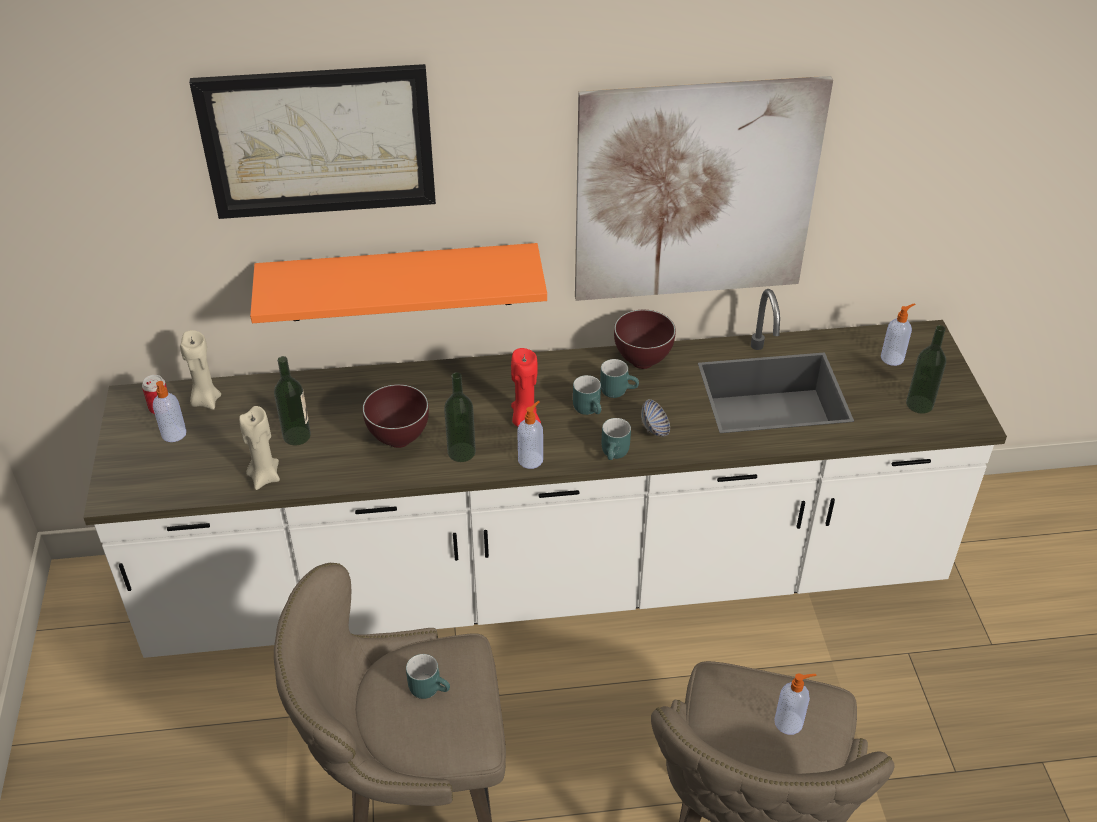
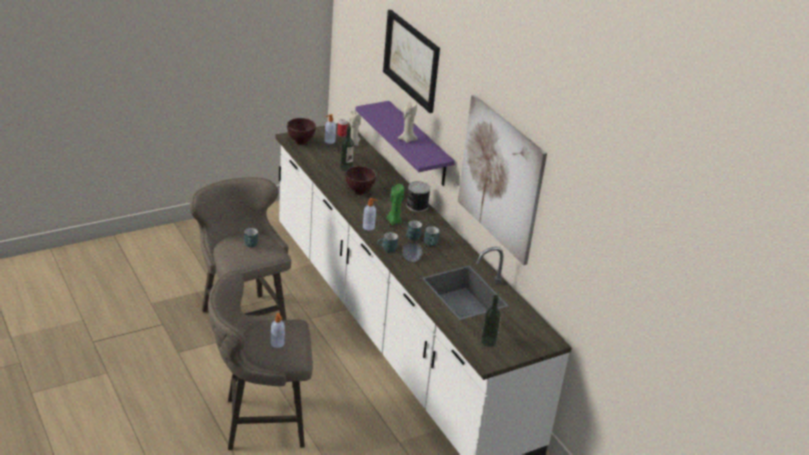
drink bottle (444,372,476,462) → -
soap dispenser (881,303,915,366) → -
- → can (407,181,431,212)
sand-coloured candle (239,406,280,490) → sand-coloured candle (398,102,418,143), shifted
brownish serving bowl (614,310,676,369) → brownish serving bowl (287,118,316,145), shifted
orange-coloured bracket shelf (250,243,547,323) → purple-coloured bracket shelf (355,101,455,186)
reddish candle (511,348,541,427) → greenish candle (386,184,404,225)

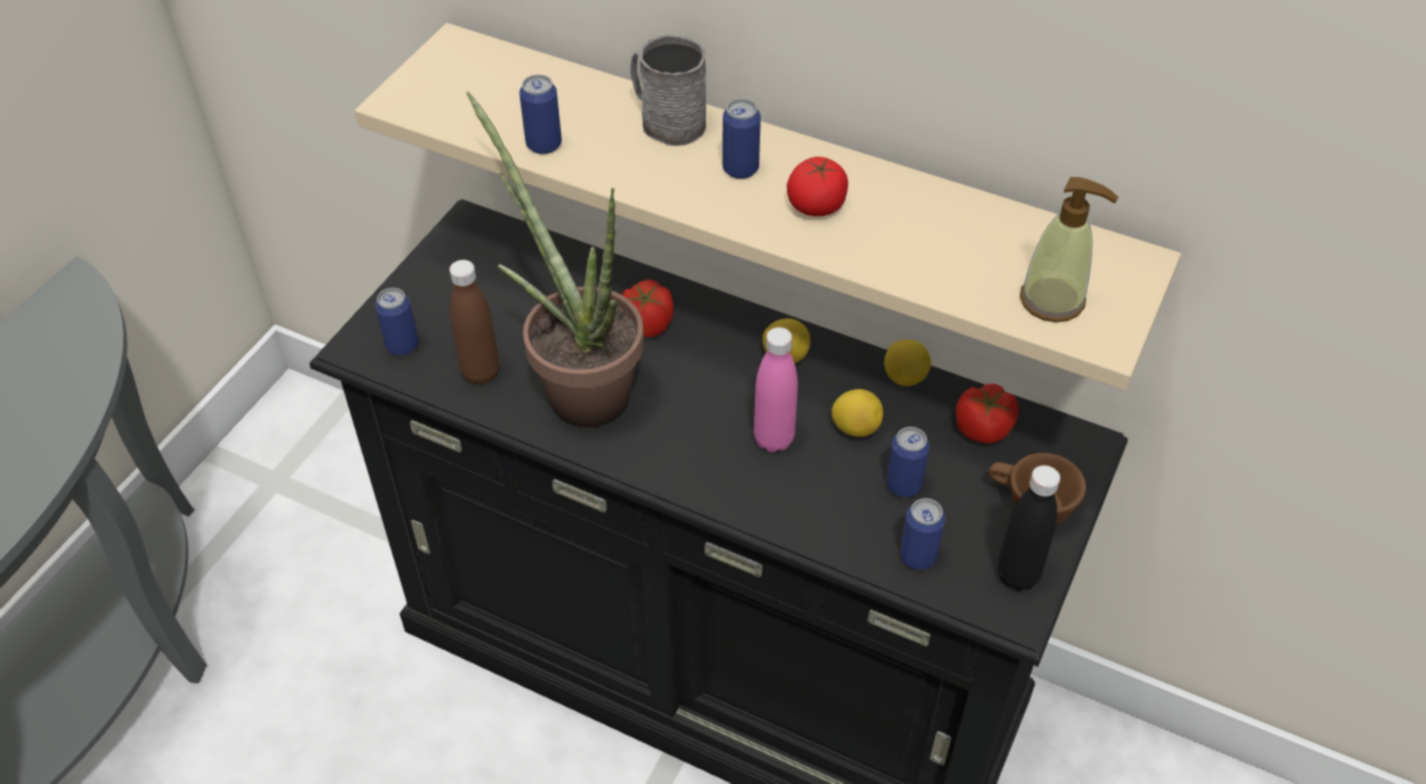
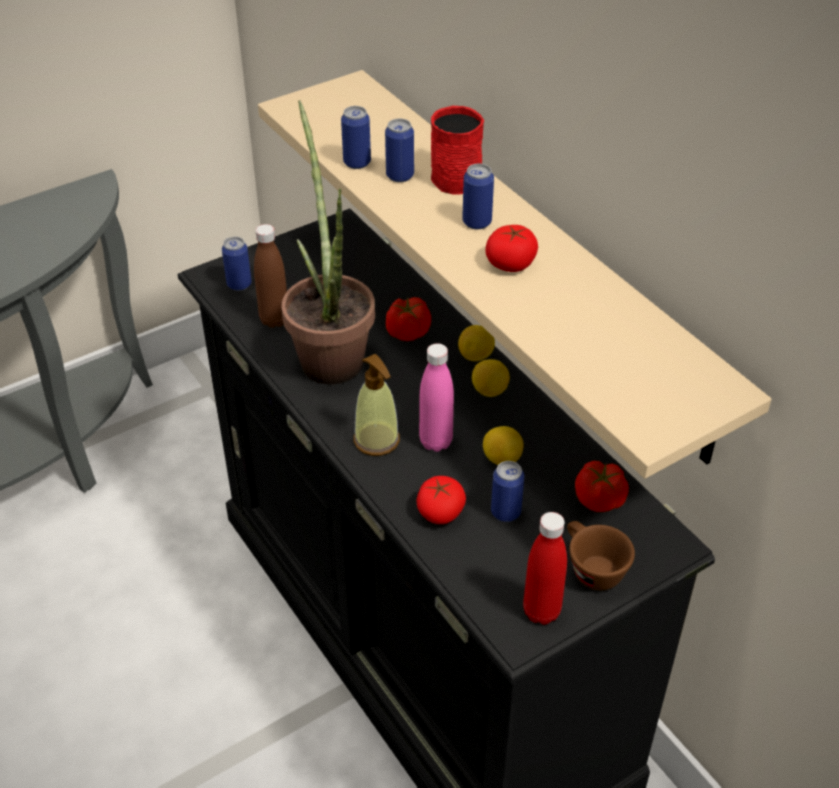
- → tomato (416,476,466,524)
whole lemon (884,340,931,386) → whole lemon (458,325,495,361), shifted
can (900,498,945,570) → can (385,118,414,182), shifted
soap dispenser (1020,177,1118,322) → soap dispenser (353,354,400,456), shifted
grey tea mug (630,34,706,146) → reddish tea mug (431,106,484,195)
black drink bottle (997,465,1060,591) → reddish drink bottle (523,512,567,625)

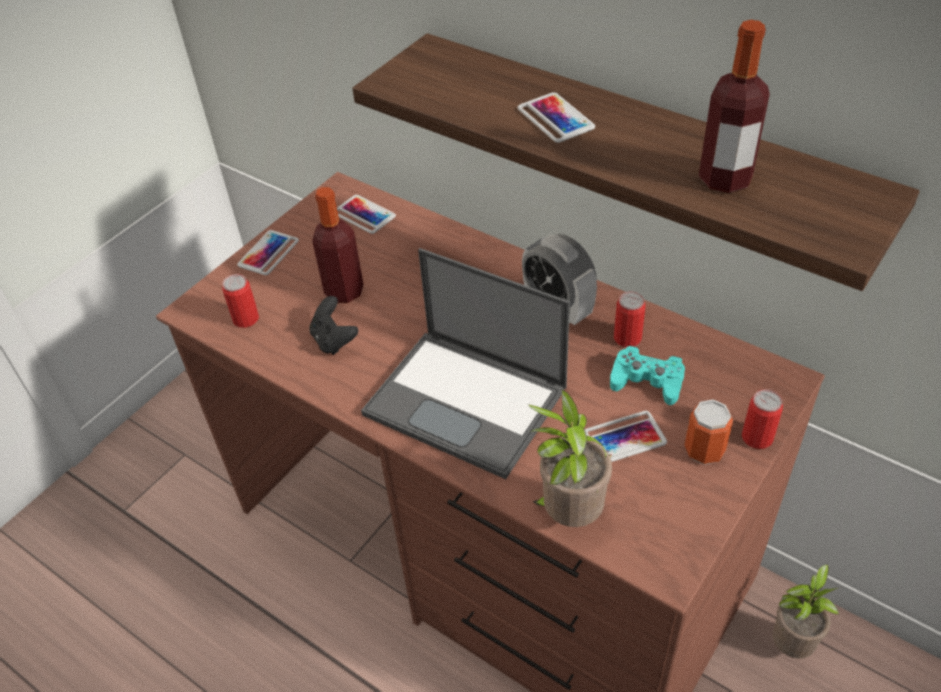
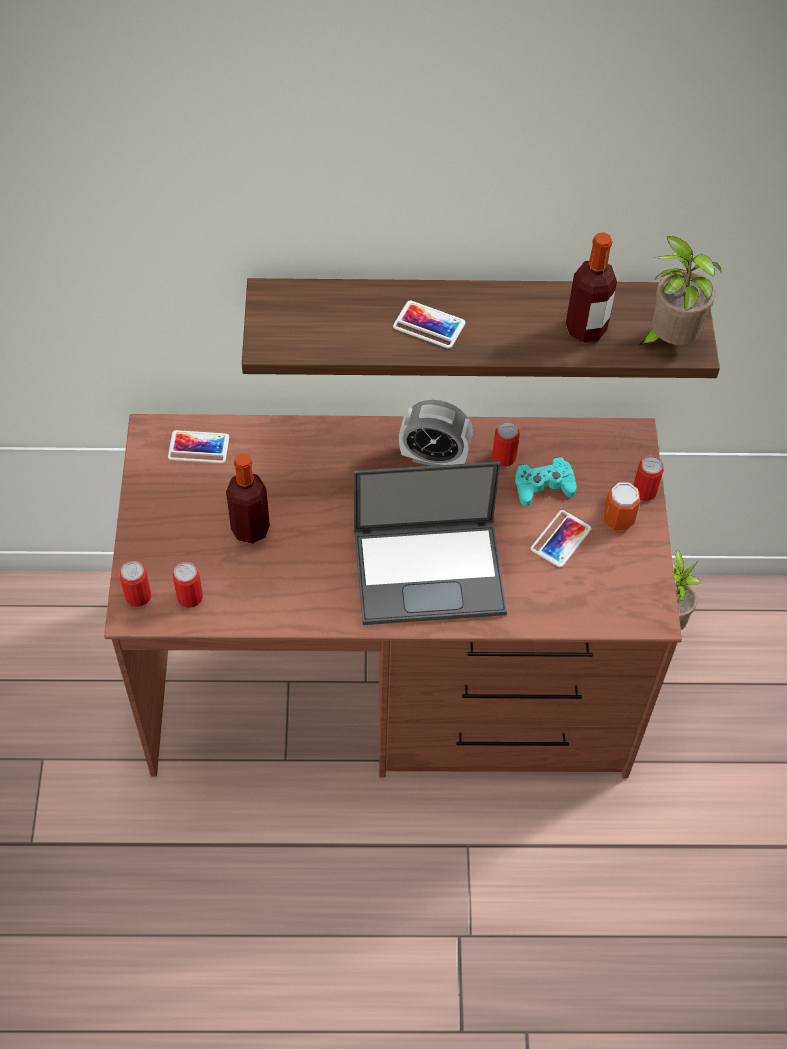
phone (237,230,299,275) → -
black gamepad (310,296,358,355) → -
- → can (120,561,151,607)
plant in a pot (528,389,612,527) → plant in a pot (639,236,721,345), shifted

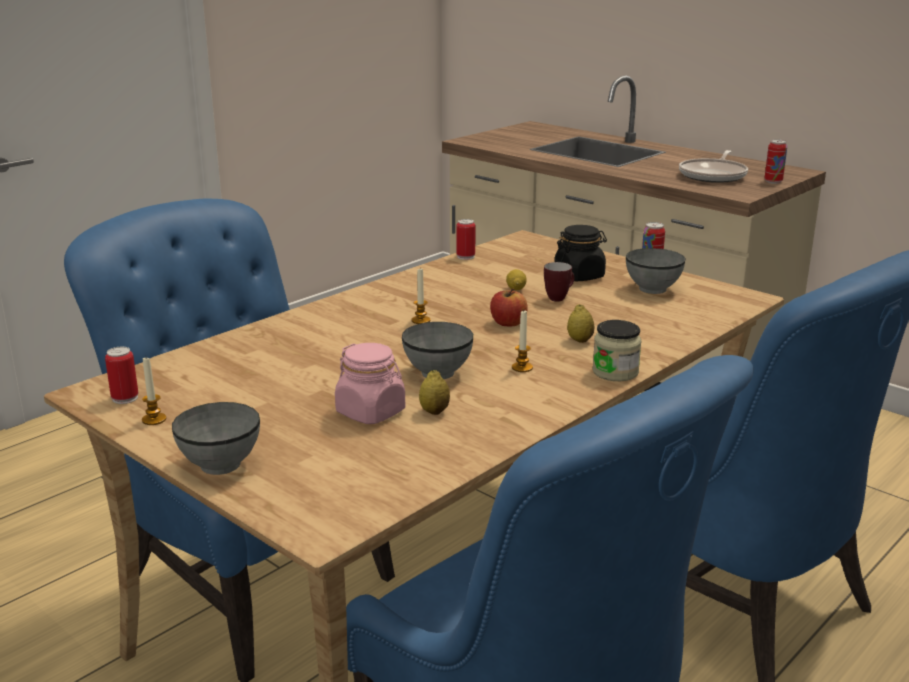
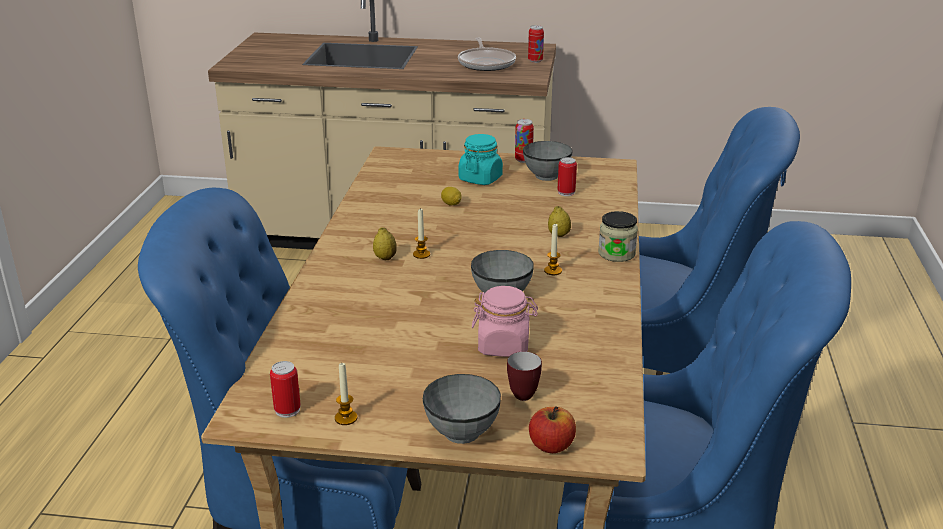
whole lemon (419,370,450,415) → whole lemon (373,228,397,260), shifted
can (456,219,476,260) → can (557,157,577,196), shifted
apple fruit (490,288,528,326) → apple fruit (529,406,576,453), shifted
tea mug (544,262,574,302) → tea mug (507,352,542,401), shifted
black storage jar (554,225,607,281) → turquoise storage jar (459,134,503,185)

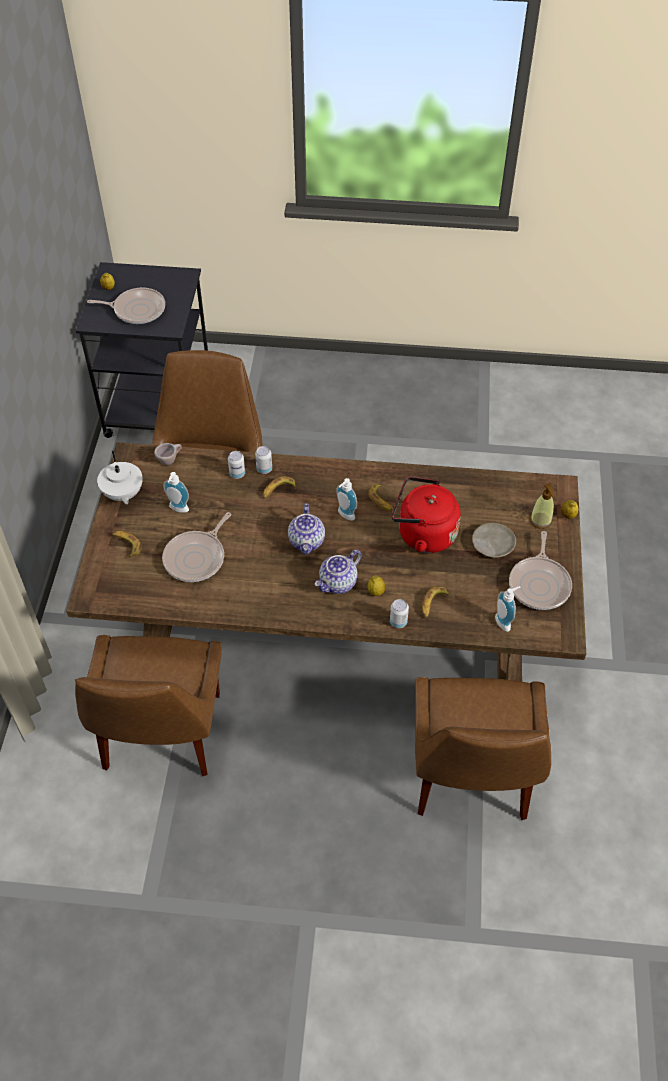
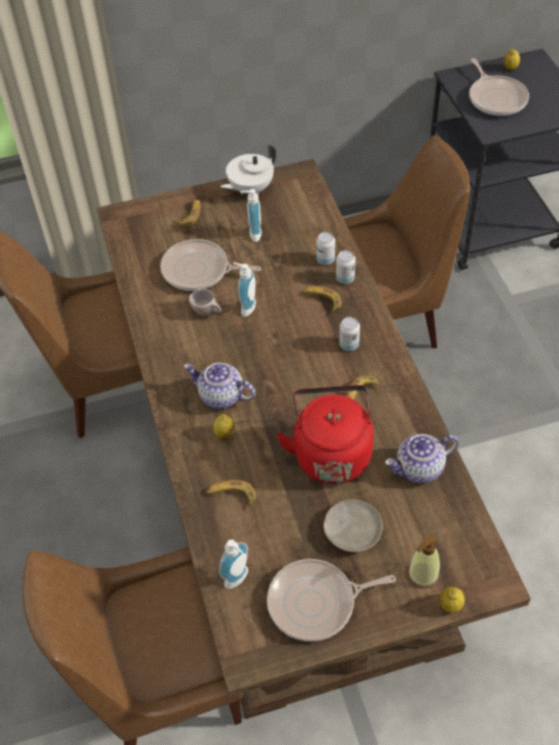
sand-coloured drinking cup (154,443,182,465) → sand-coloured drinking cup (189,289,221,316), shifted
pot for tea (288,503,325,555) → pot for tea (385,434,458,483), shifted
soap dispenser (336,478,357,521) → soap dispenser (233,262,256,317), shifted
can (390,599,409,628) → can (339,317,360,351), shifted

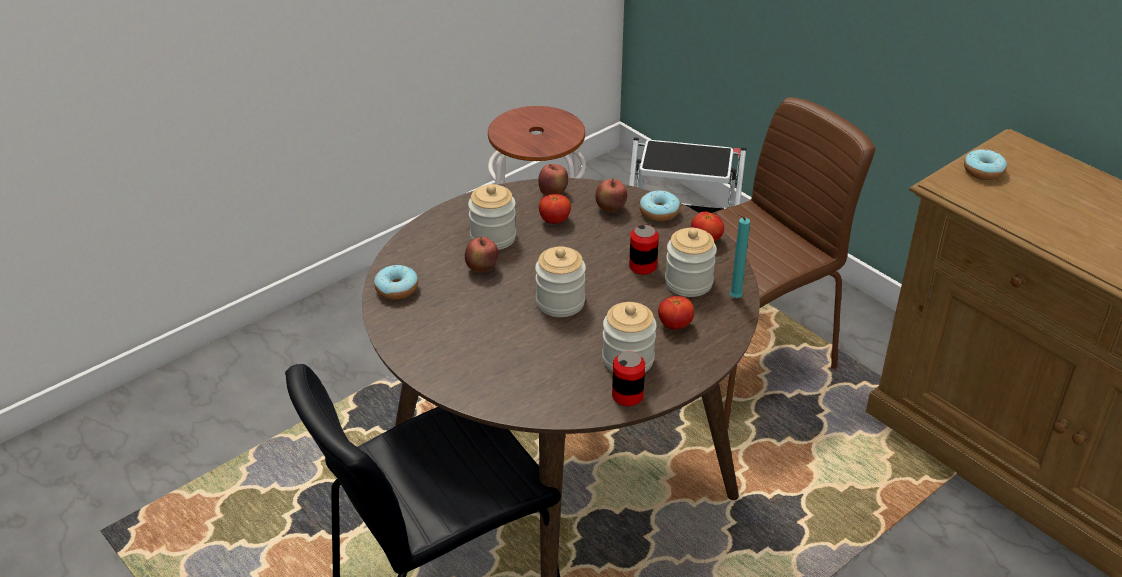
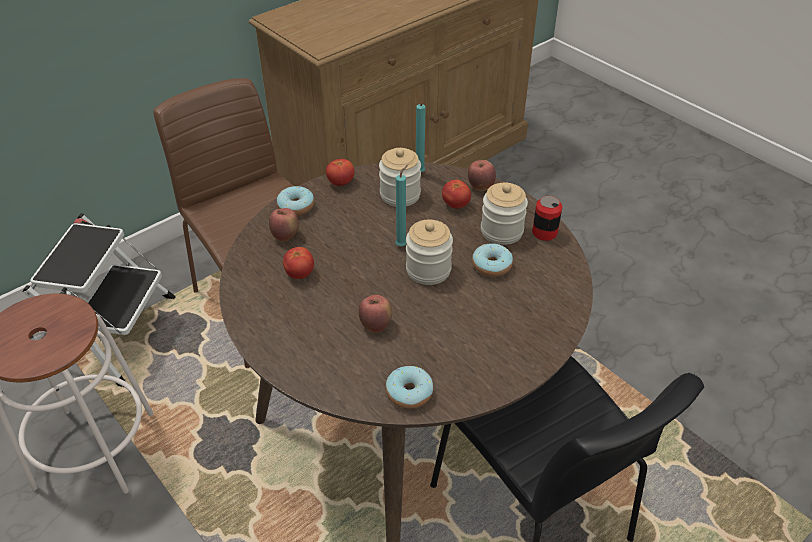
storage jar (468,184,516,250) → -
can (629,225,659,275) → -
- → turquoise candle (395,164,408,246)
apple fruit (538,164,568,196) → apple fruit (468,160,496,191), shifted
donut (964,149,1007,180) → donut (472,244,513,277), shifted

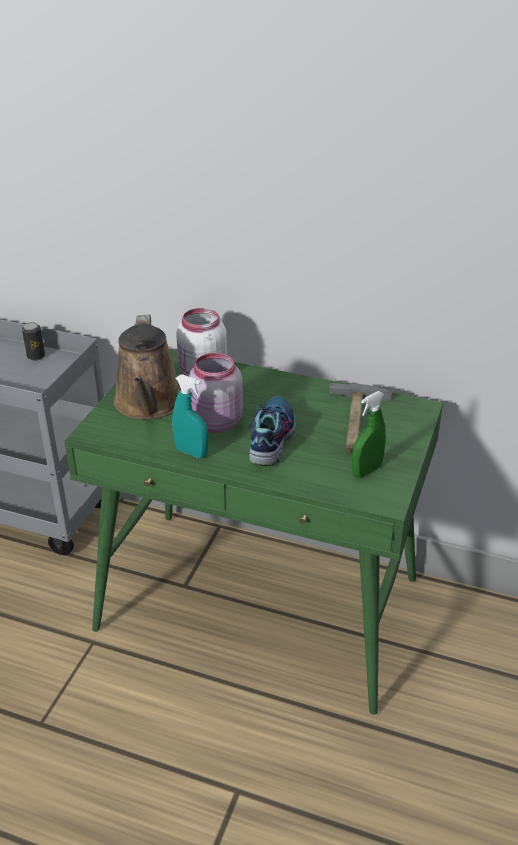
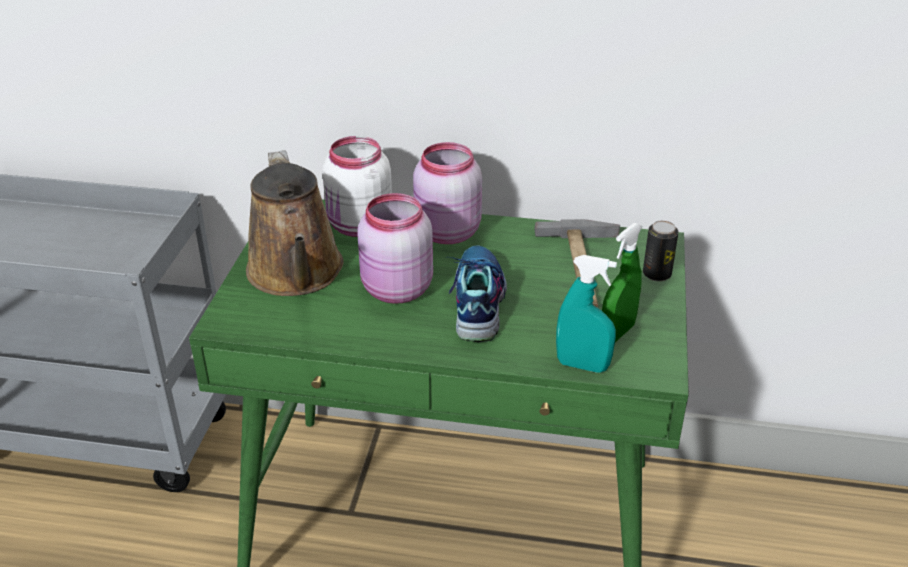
- → pink storage jar (413,142,482,244)
can (22,322,45,361) → can (643,220,678,281), shifted
turquoise sprayer (172,374,208,458) → turquoise sprayer (556,255,617,373), shifted

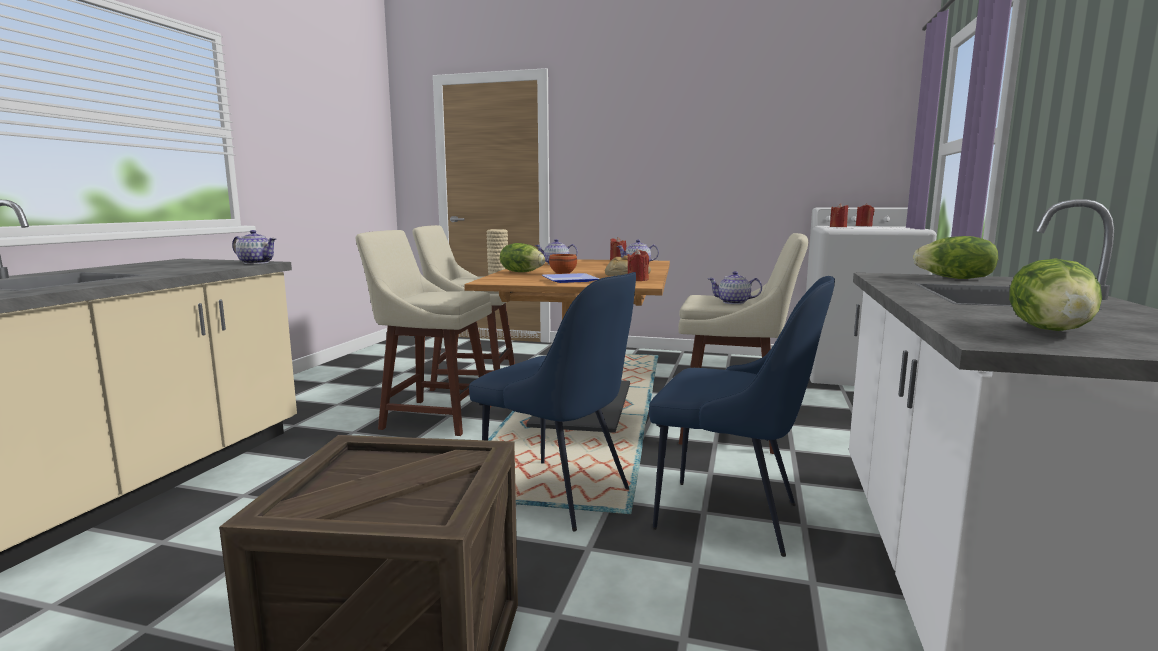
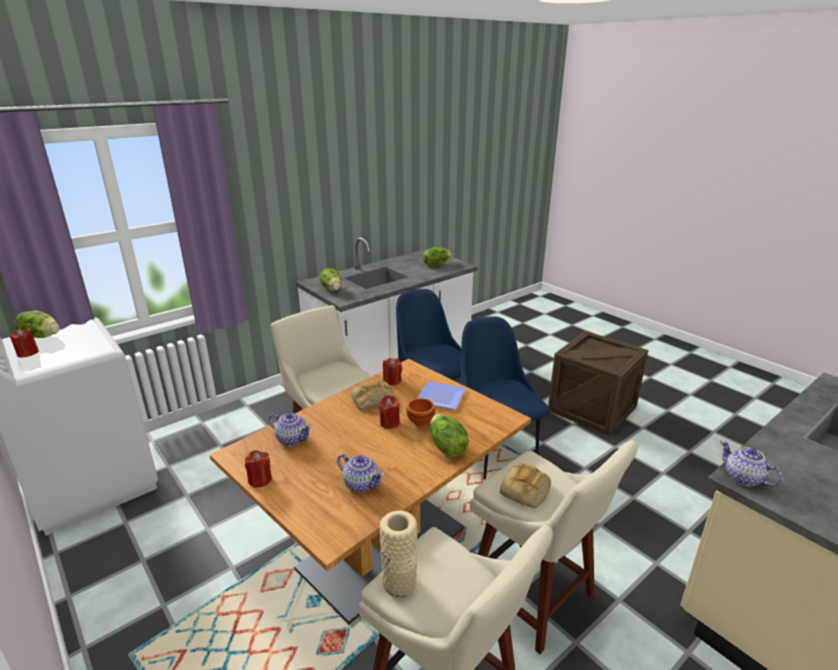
pot for tea (708,271,762,304) → -
- → lettuce (15,311,60,338)
- → bread (500,463,551,508)
reddish candle (830,203,849,227) → reddish candle (379,395,400,429), shifted

